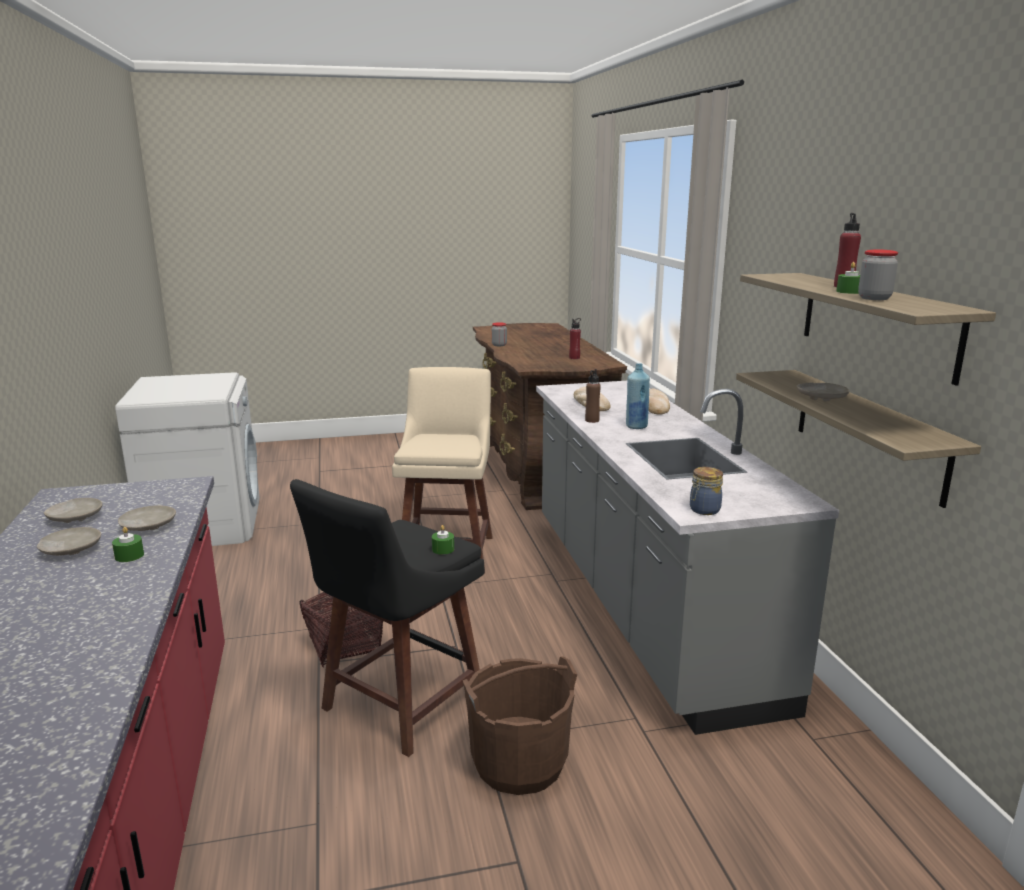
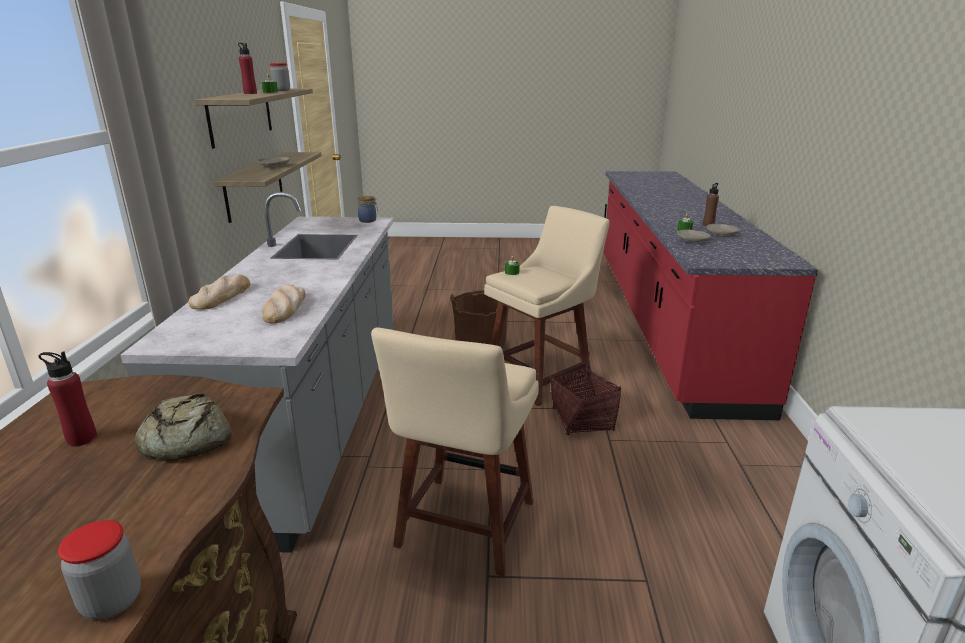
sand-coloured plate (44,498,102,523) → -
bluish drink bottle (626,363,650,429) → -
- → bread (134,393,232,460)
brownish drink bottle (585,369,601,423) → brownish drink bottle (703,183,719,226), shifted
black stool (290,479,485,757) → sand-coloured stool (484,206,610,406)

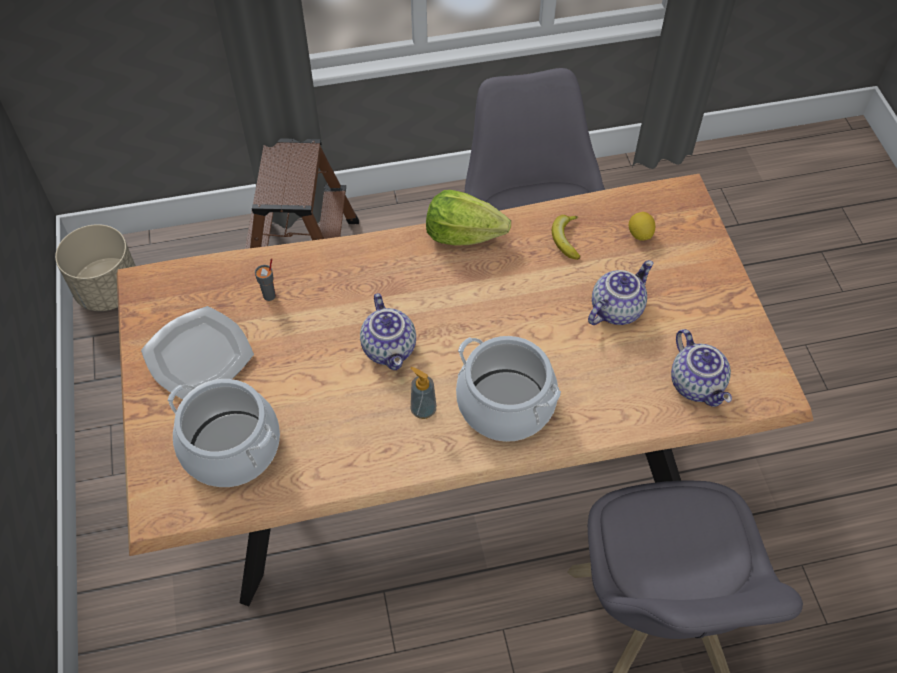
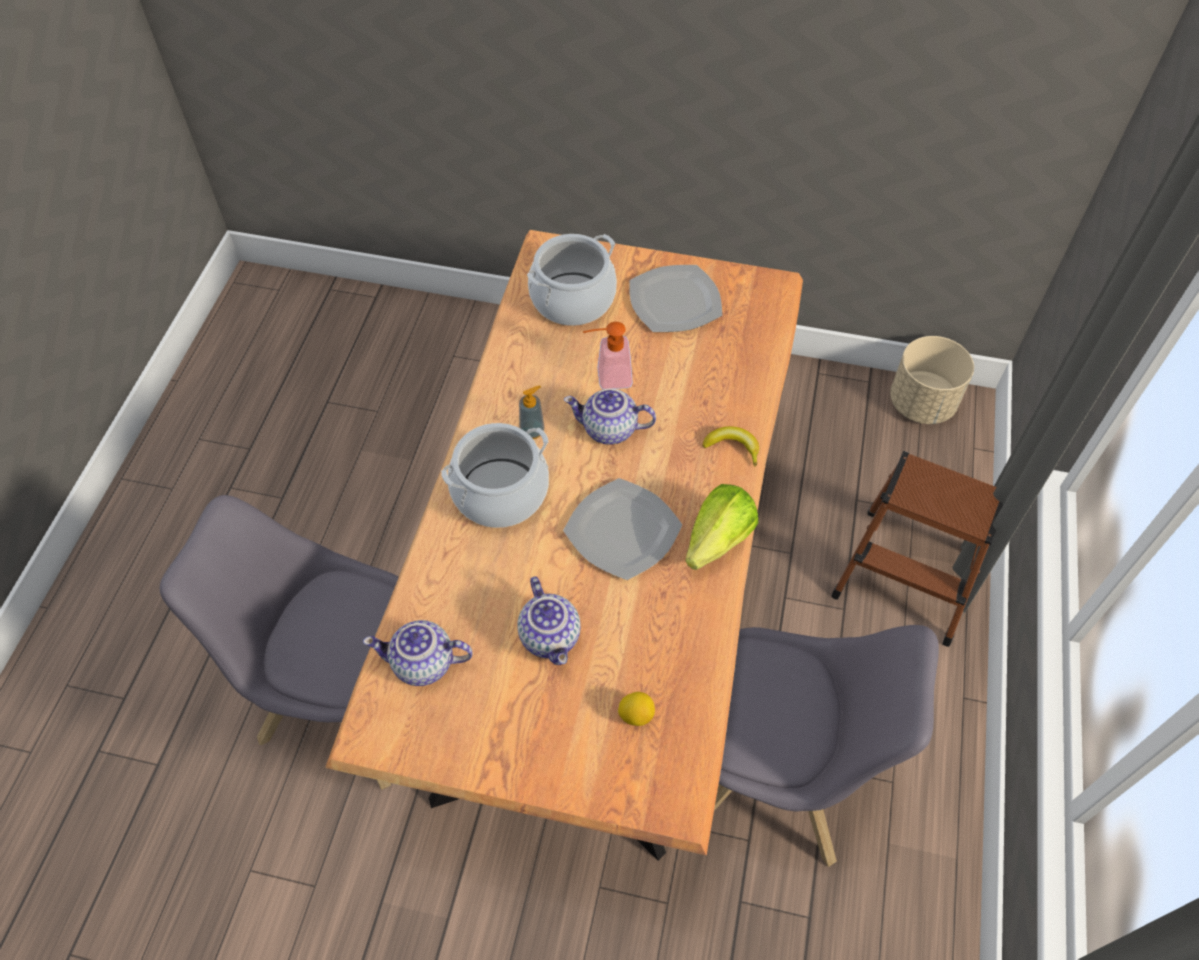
grey drinking cup (255,258,276,301) → -
- → plate (563,478,682,580)
- → soap dispenser (583,322,633,389)
whole banana (552,215,581,260) → whole banana (702,426,759,467), shifted

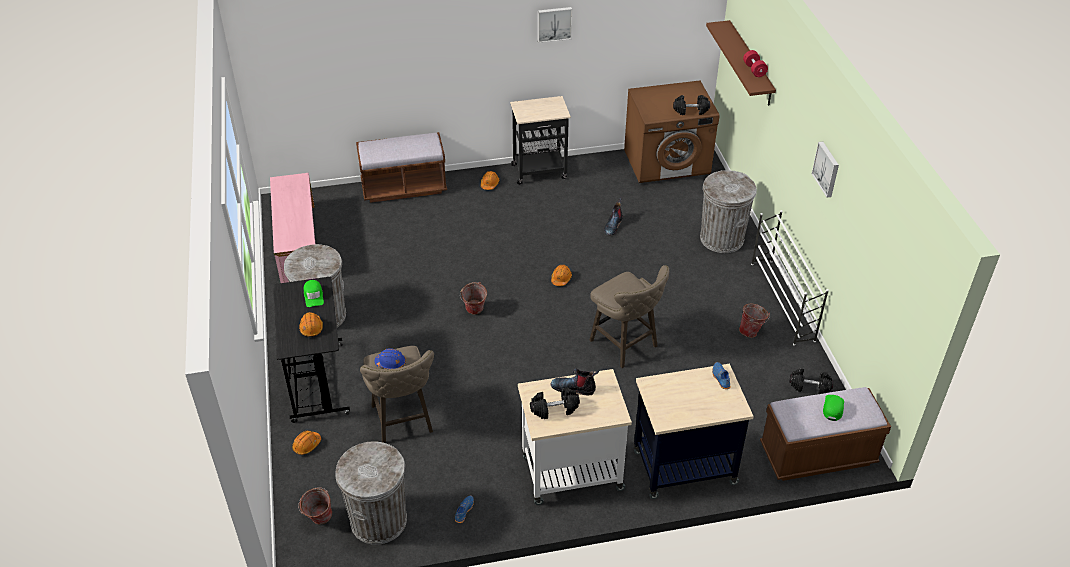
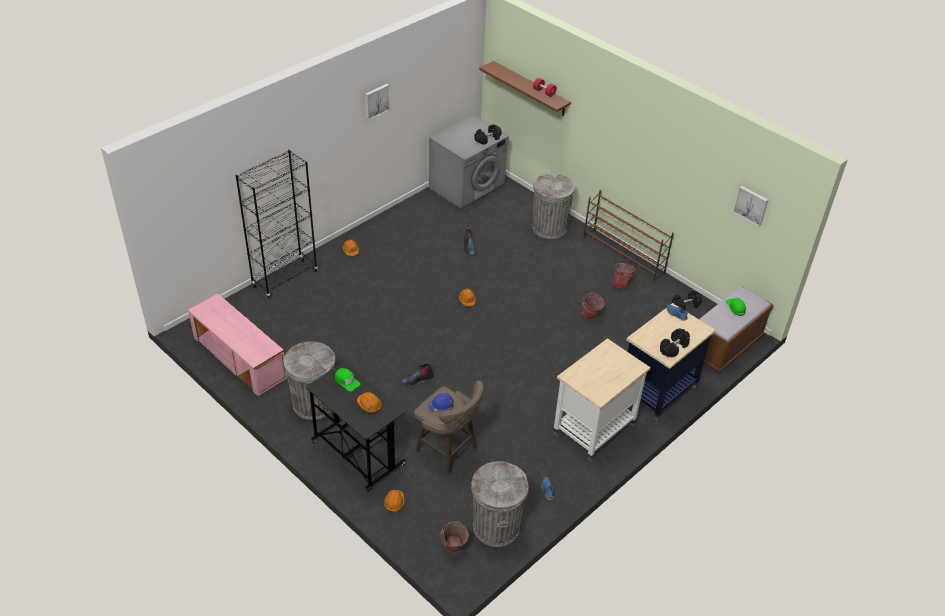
cart (510,96,571,185) → -
sand-coloured stool (589,265,669,368) → -
pail (460,282,487,315) → pail (582,292,605,320), shifted
black free weight (530,388,580,419) → black free weight (660,329,690,357), shifted
high-top boot (550,369,599,395) → high-top boot (402,360,434,385), shifted
wall picture (812,142,839,198) → wall picture (733,186,768,226), shifted
brownish indoor bench (356,132,447,203) → black bookcase (235,150,318,299)
brownish laundry appliance (624,80,720,183) → grey laundry appliance (429,115,509,209)
whitish shoe shelf (751,210,829,345) → brownish shoe shelf (583,190,674,282)

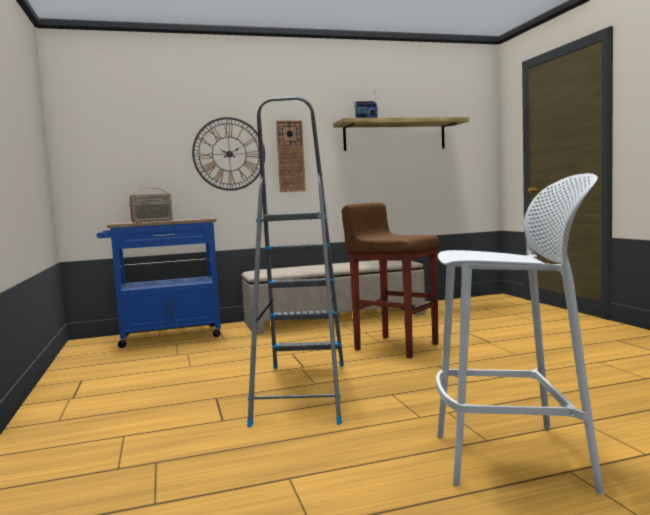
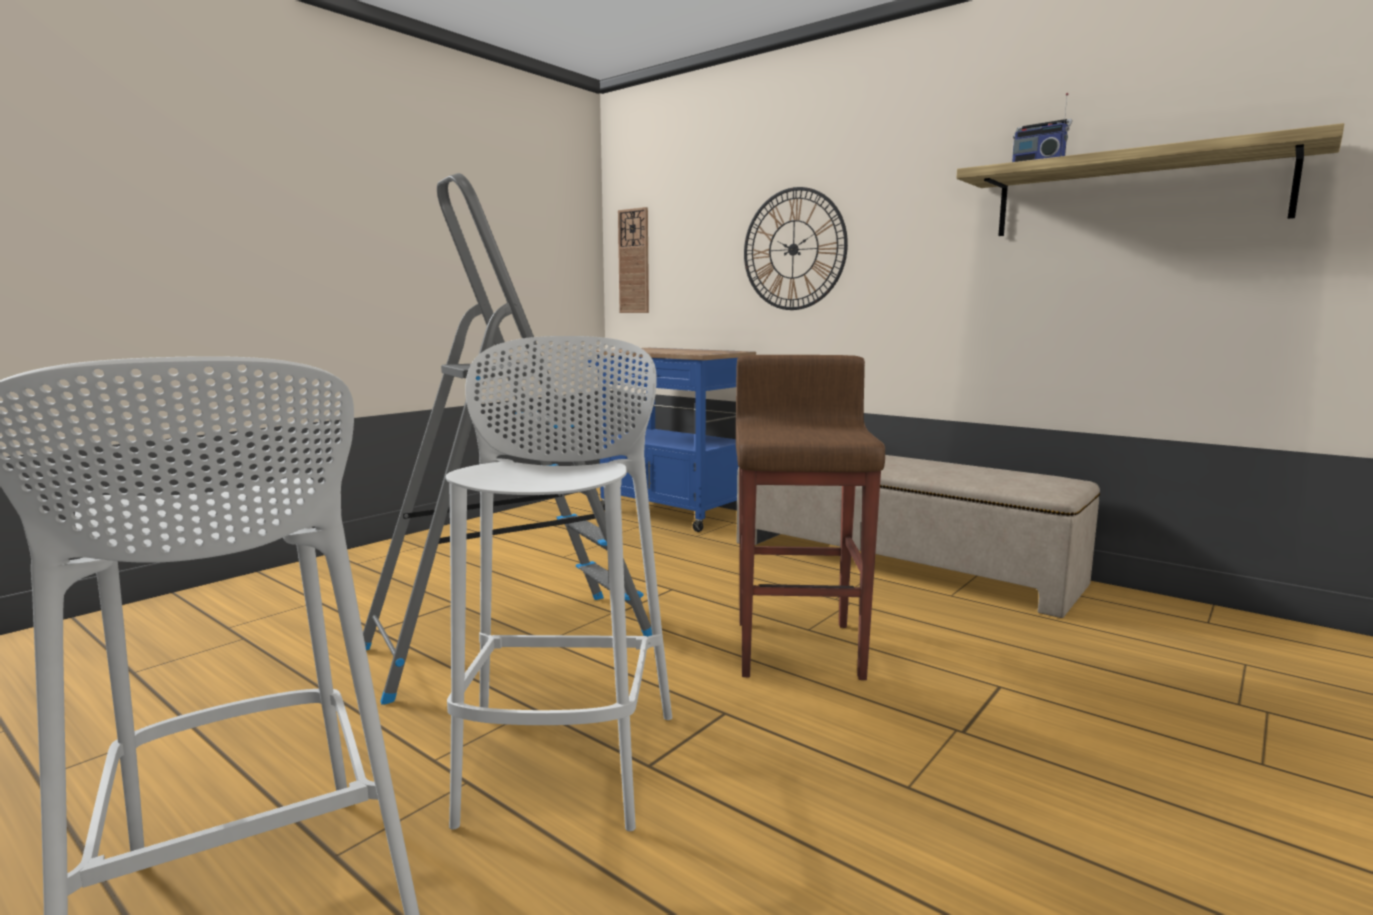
radio receiver (129,188,173,223) → -
- → whitish stool (446,336,672,831)
wall clock (276,120,306,192) → wall clock (618,207,649,313), shifted

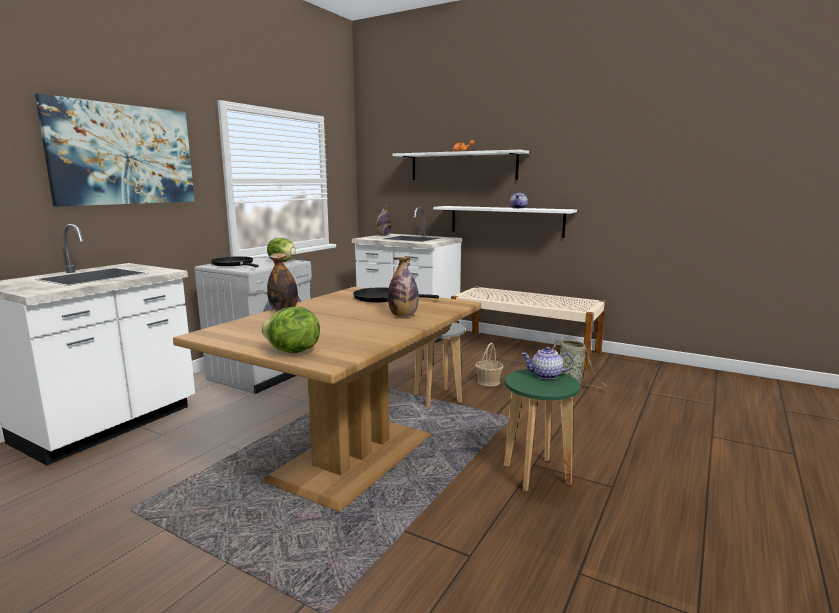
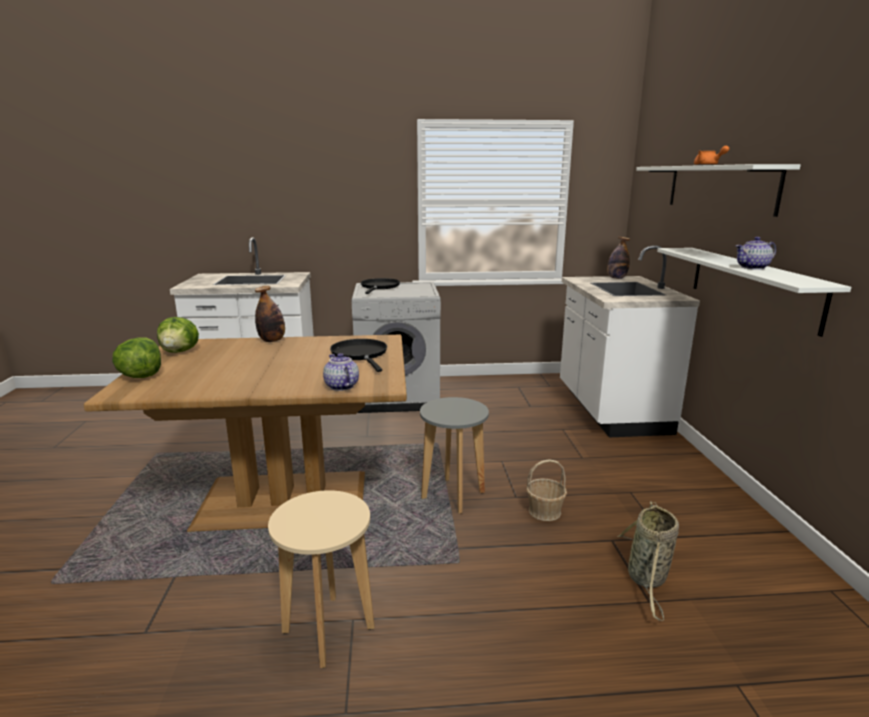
wall picture (35,94,195,207) → -
drink bottle (388,256,419,317) → -
sand-coloured indoor bench (450,286,606,371) → -
lettuce (267,238,296,262) → lettuce (157,317,199,353), shifted
pot for tea (521,346,574,380) → pot for tea (323,353,359,391), shifted
greenish stool (504,369,580,492) → sand-coloured stool (268,490,374,668)

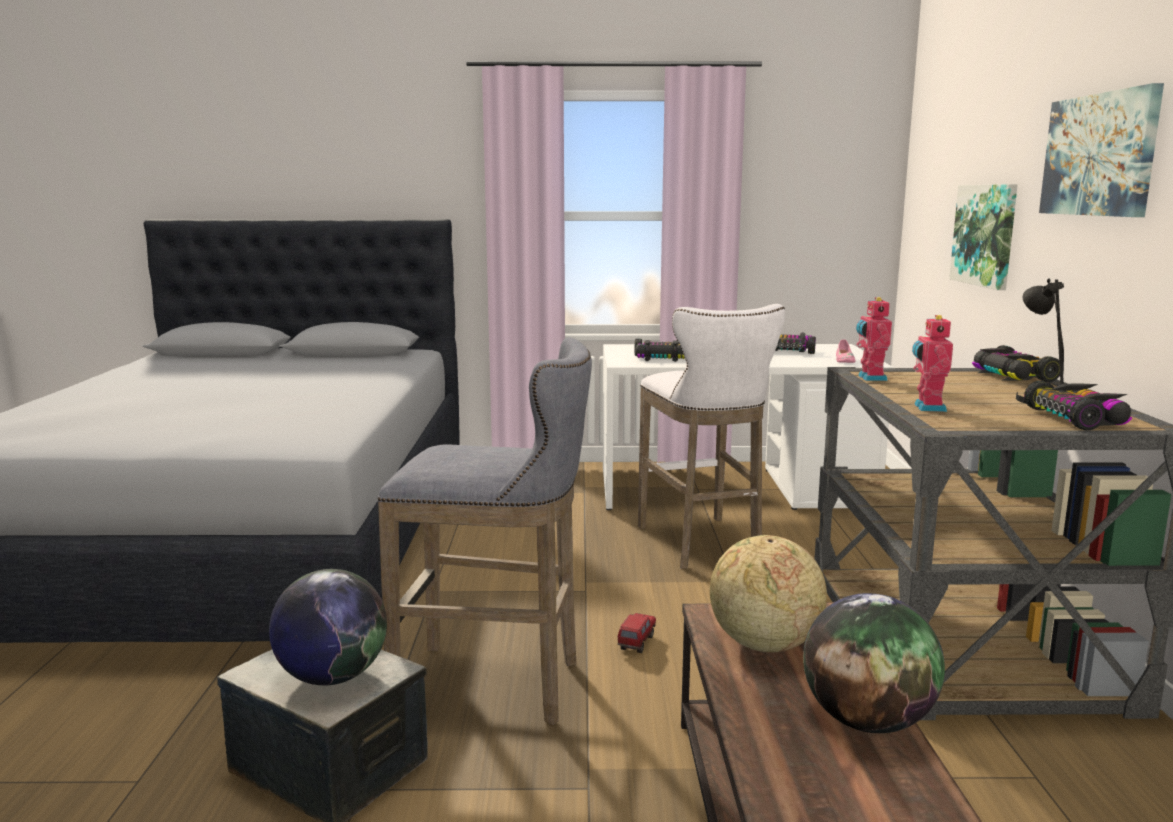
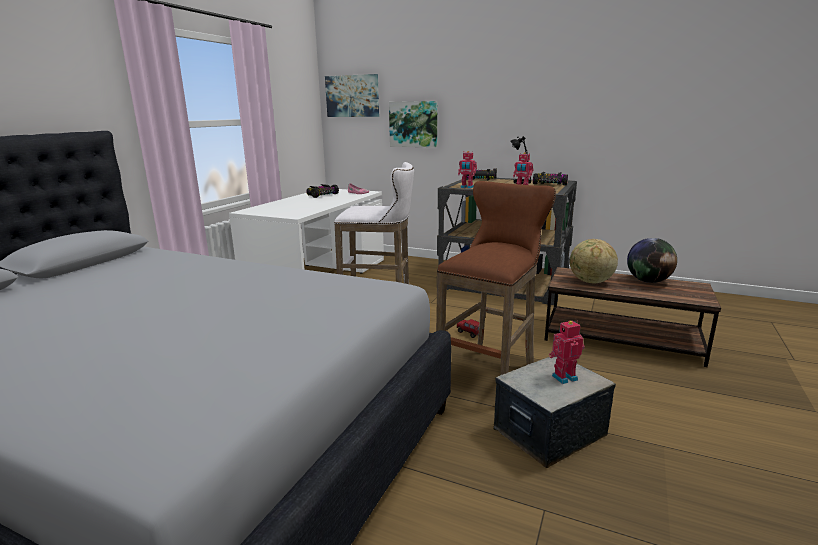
model car (635,339,685,362) → -
wall picture (1039,83,1164,217) → wall picture (325,74,379,117), shifted
world globe (269,569,387,685) → robot figure (549,320,585,384)
grey stool (378,337,592,725) → brownish stool (436,181,556,375)

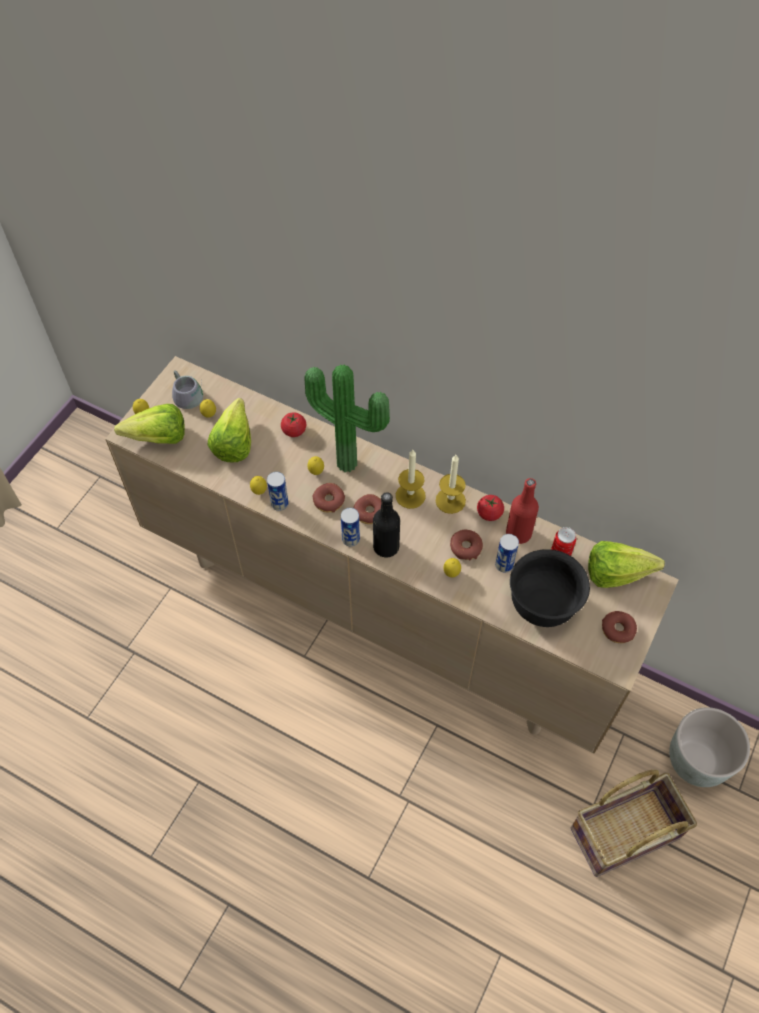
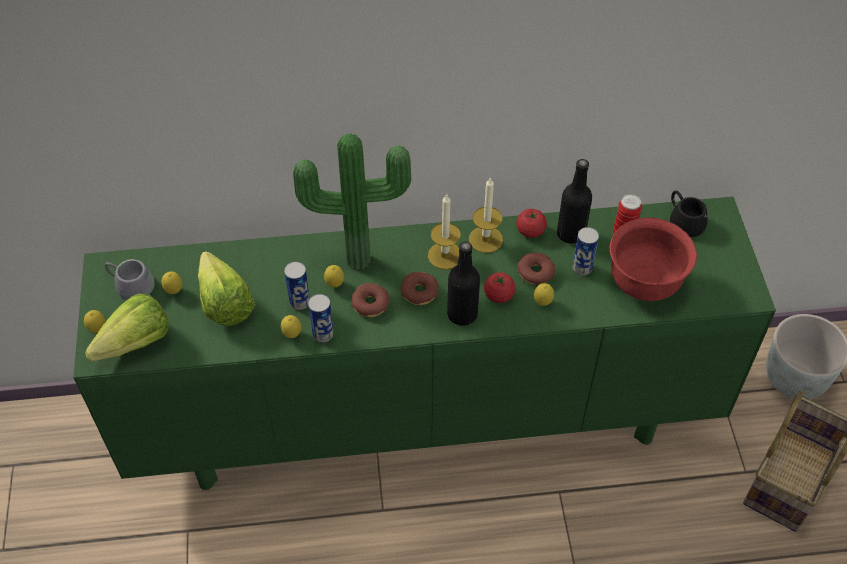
donut (602,611,637,643) → -
tomato (281,412,307,437) → tomato (484,273,516,303), shifted
can (341,508,360,547) → can (284,261,310,310), shifted
lettuce (588,541,665,588) → black tea mug (670,190,708,237)
sand-coloured cabinet (105,356,679,753) → greenish cabinet (73,197,776,490)
reddish drink bottle (506,478,539,544) → black drink bottle (557,159,592,244)
black serving bowl (510,549,590,627) → reddish serving bowl (610,217,697,301)

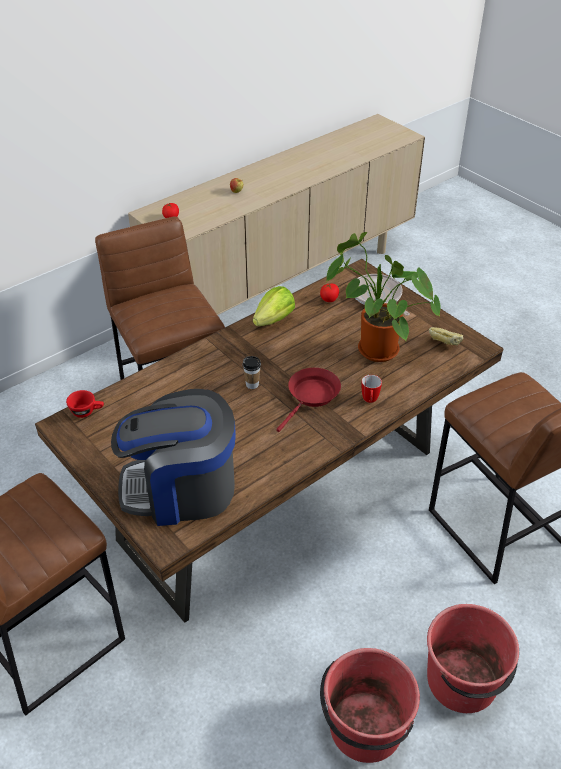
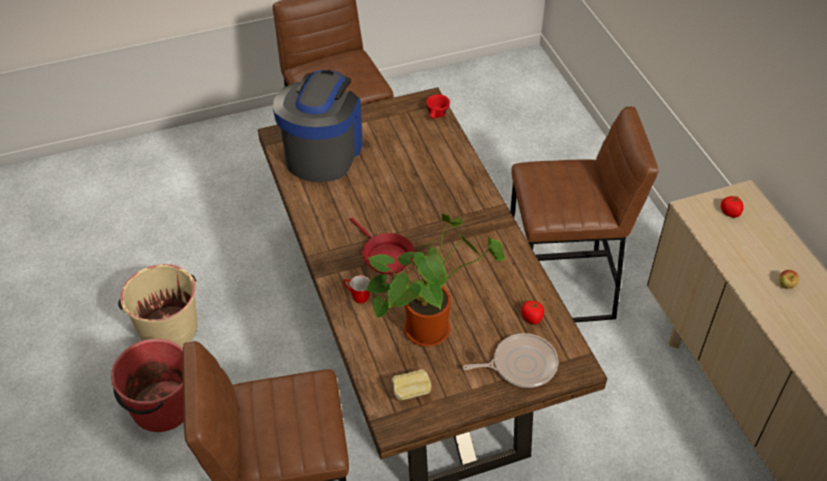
drinking cup (242,356,261,389) → -
lettuce (253,286,295,326) → -
reddish pail (320,648,420,763) → sand-coloured pail (118,264,198,347)

